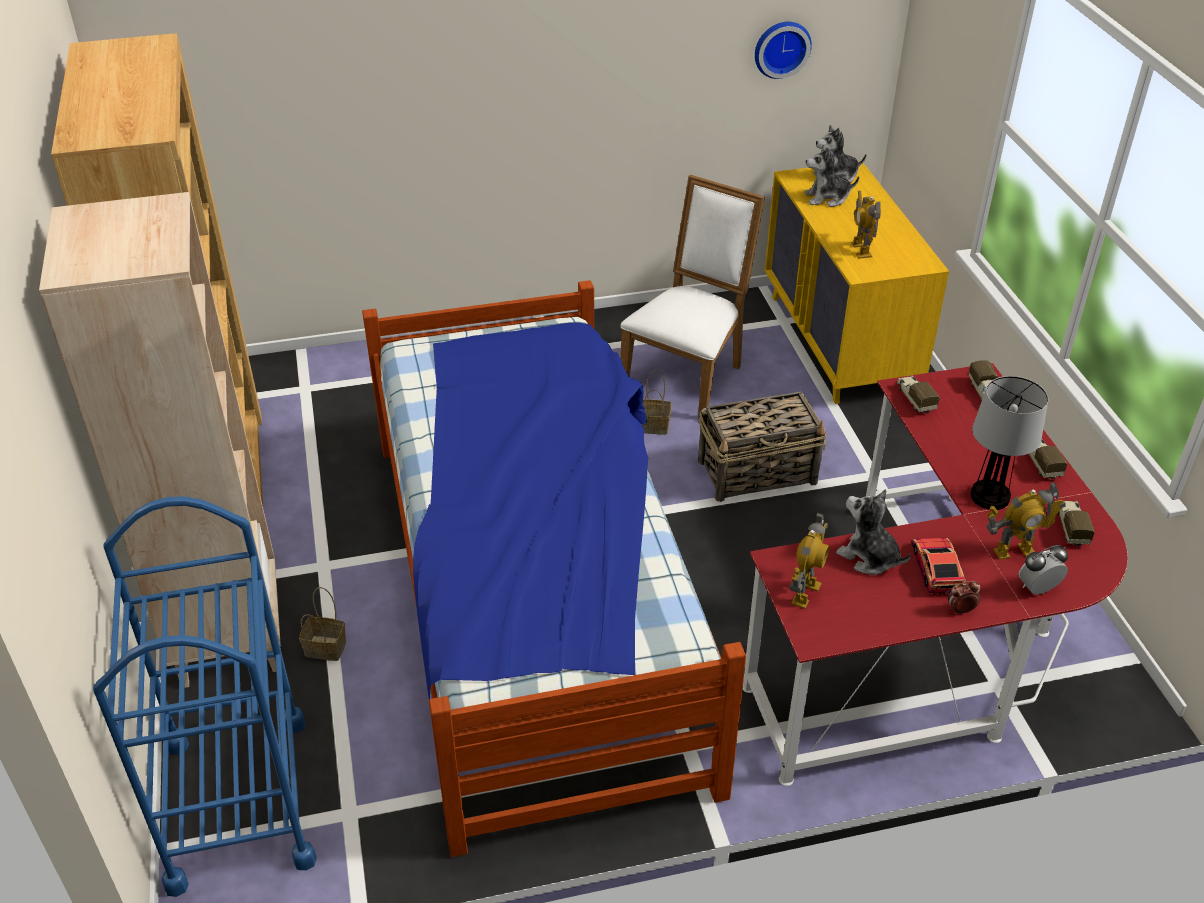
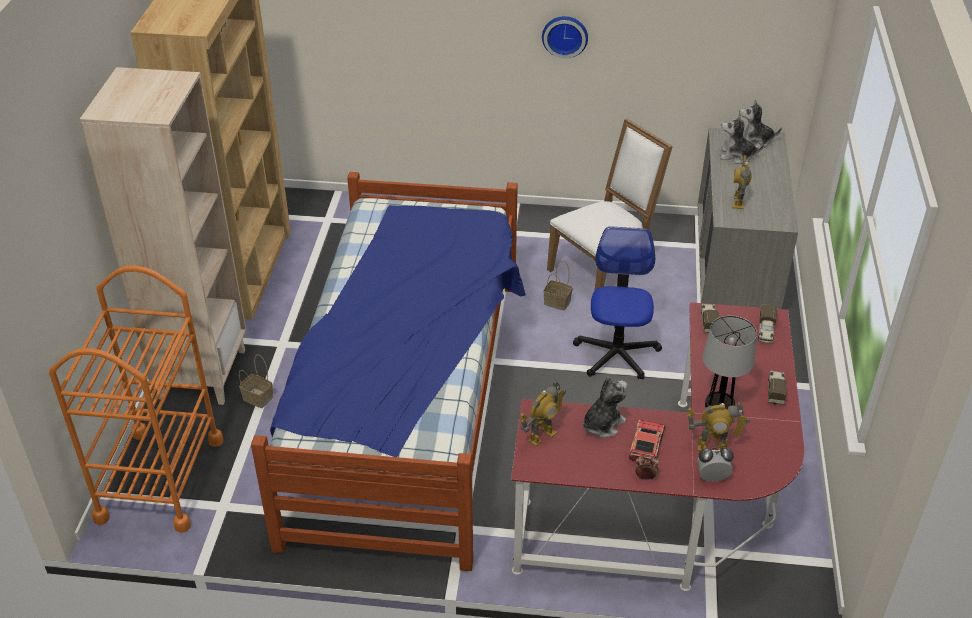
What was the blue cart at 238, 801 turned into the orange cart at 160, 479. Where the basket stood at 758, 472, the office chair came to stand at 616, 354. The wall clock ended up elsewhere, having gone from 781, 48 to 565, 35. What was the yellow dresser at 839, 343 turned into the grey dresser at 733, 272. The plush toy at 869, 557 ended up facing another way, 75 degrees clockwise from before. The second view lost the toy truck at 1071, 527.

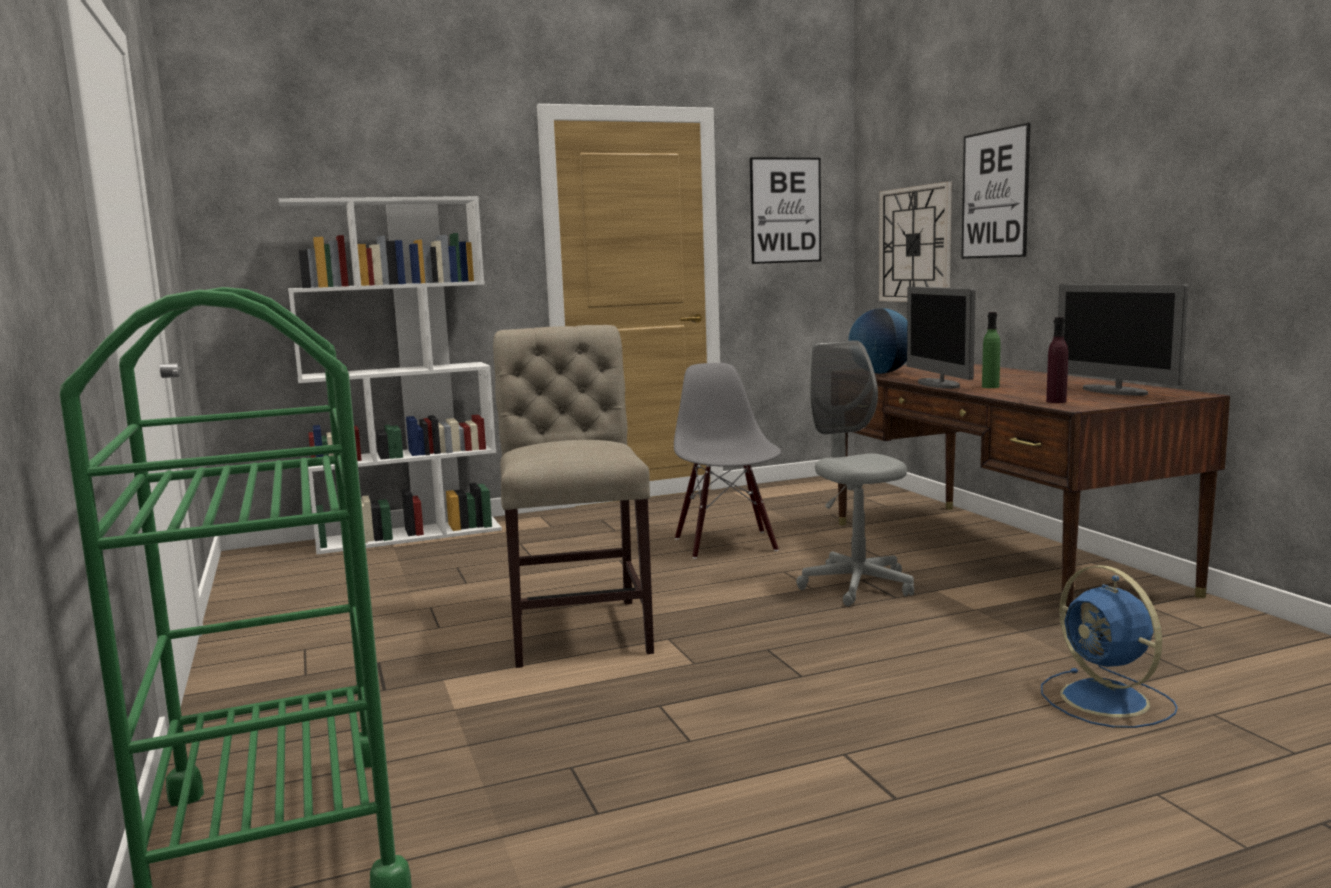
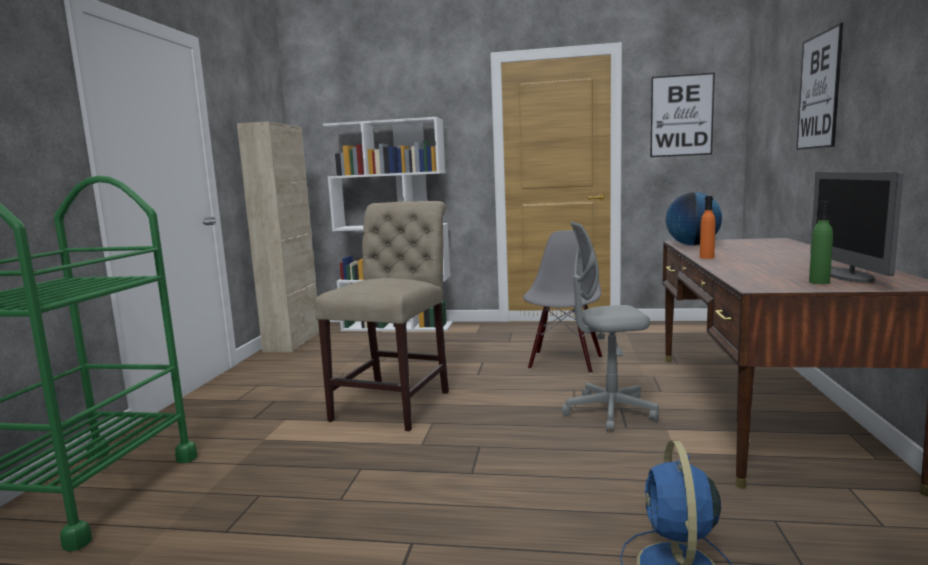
The grey office chair at 856, 586 ended up facing another way, 105 degrees counterclockwise from before. The second view lost the wall clock at 915, 244. Where the monitor stood at 938, 384, the orange bottle came to stand at 706, 257. The green bottle ended up elsewhere, having gone from 990, 387 to 819, 282. The second view lost the purple bottle at 1056, 401. The second view gained the beige cabinet at 293, 342.

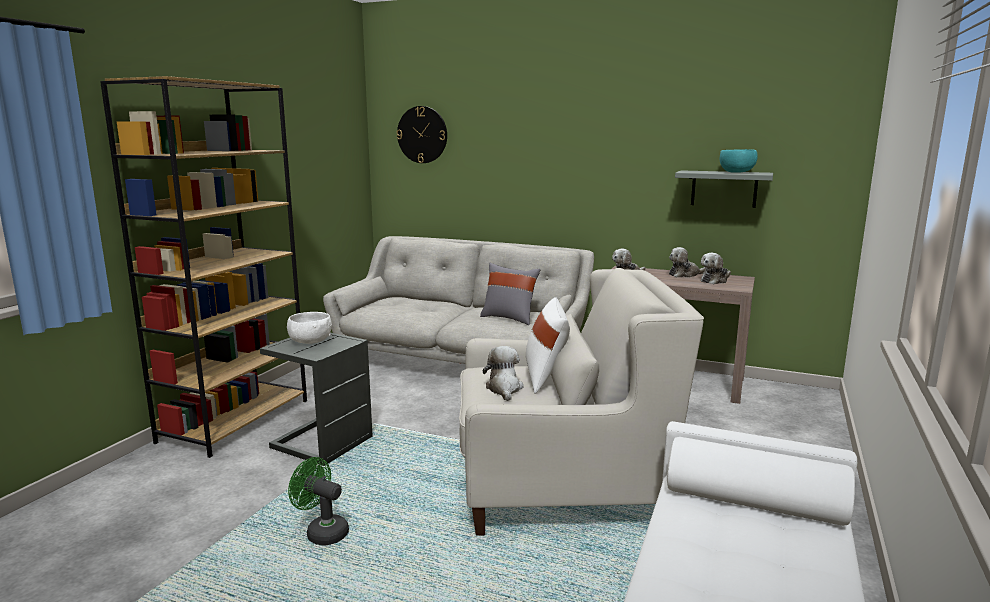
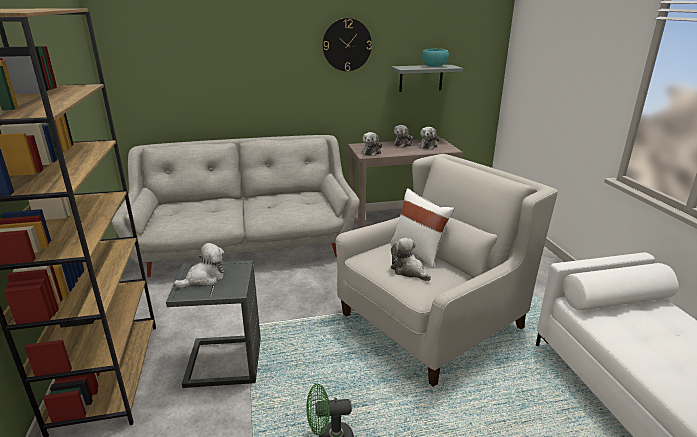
Where the white bowl stood at 310, 342, the plush toy came to stand at 204, 278. The wall clock ended up elsewhere, having gone from 422, 134 to 347, 45. The second view lost the grey pillow at 509, 318.

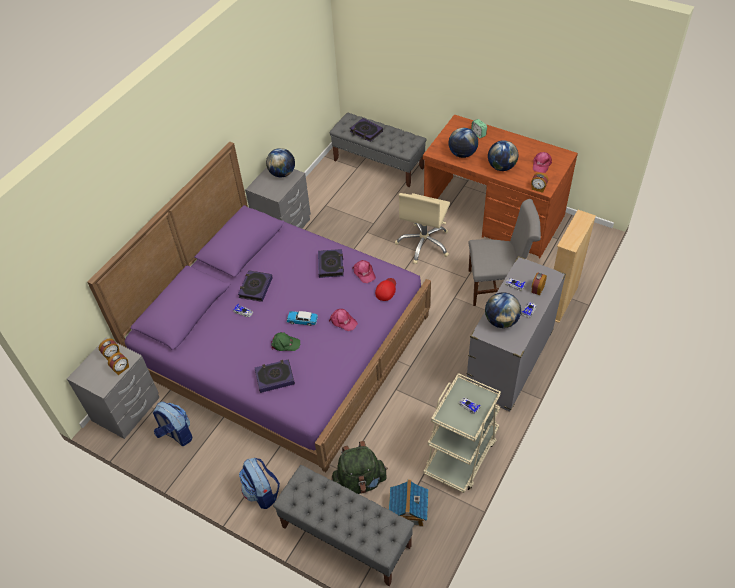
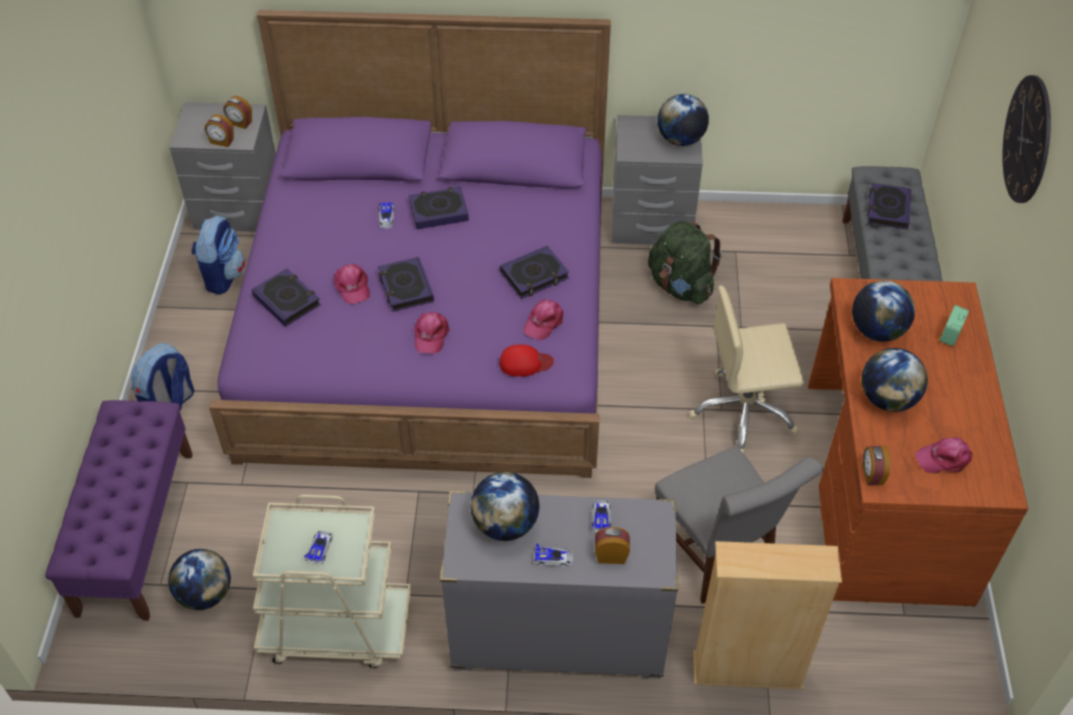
What was the green cap at 285, 344 turned into the pink cap at 352, 286. What was the grey bench at 345, 536 turned into the purple bench at 136, 531. Where the toy car stood at 302, 320, the book came to stand at 405, 287. The green backpack ended up elsewhere, having gone from 359, 481 to 680, 286. Where the toy house stood at 408, 511, the globe came to stand at 205, 594. The second view gained the wall clock at 1027, 139.

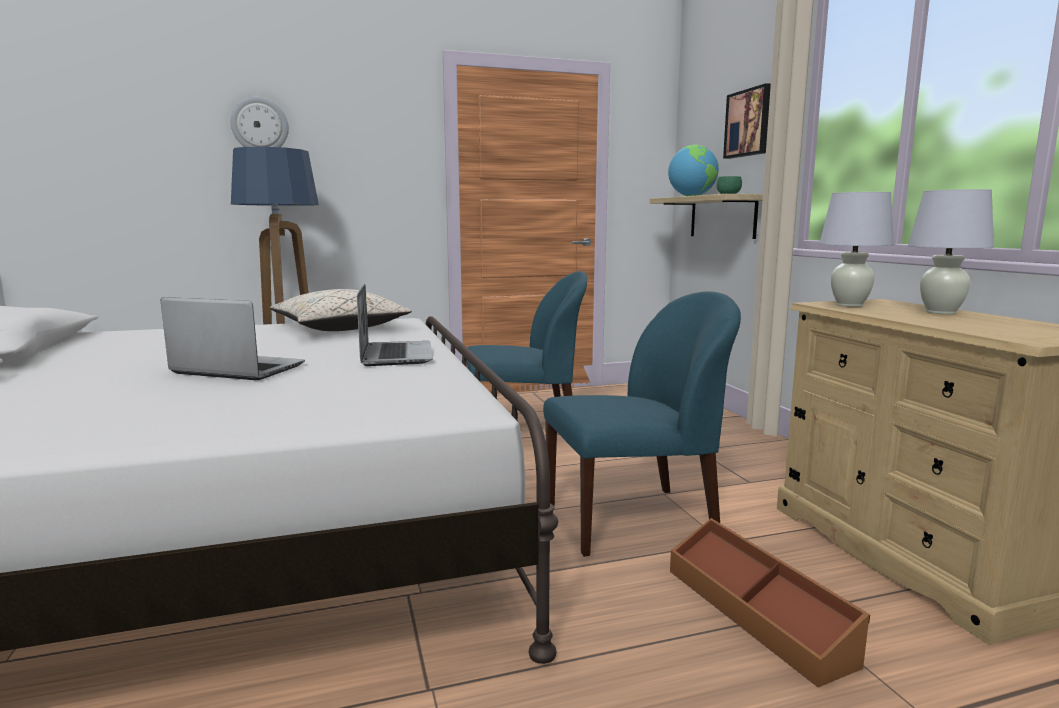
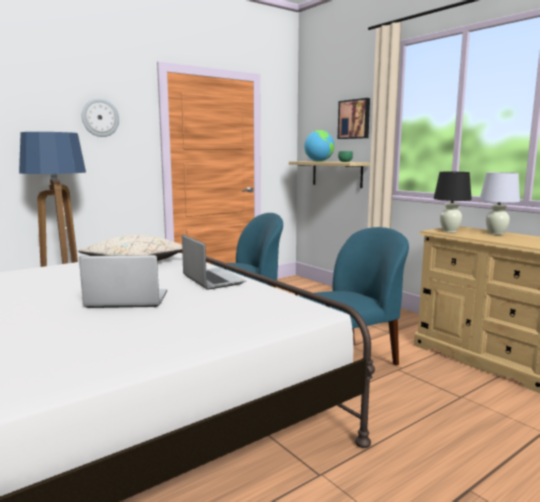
The wall clock ended up elsewhere, having gone from 260, 125 to 100, 117. The second view lost the brown storage box at 757, 613. What was the white table lamp at 849, 305 turned into the black table lamp at 449, 231.

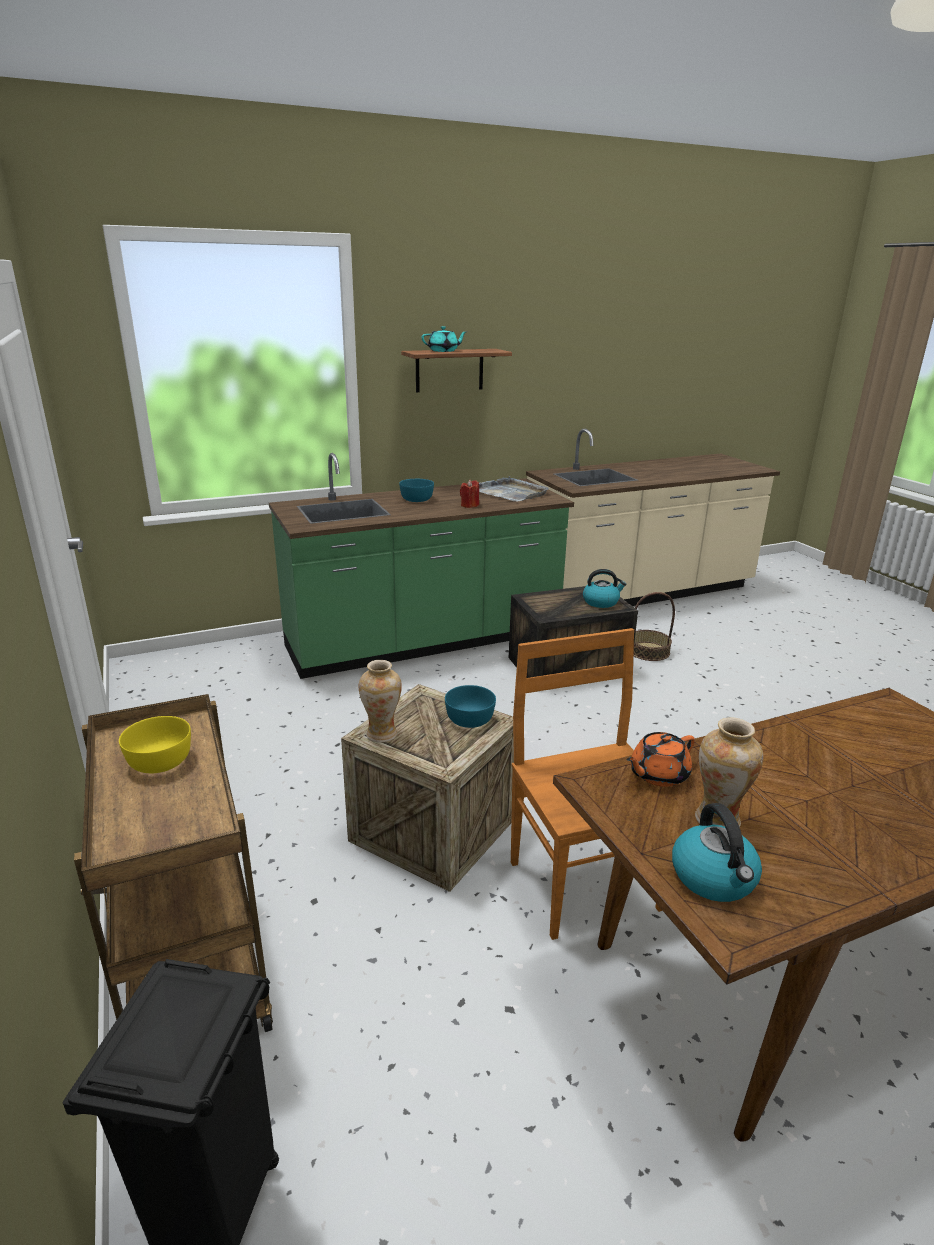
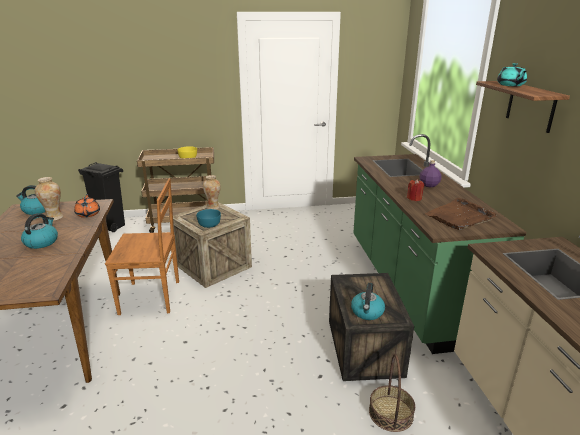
Where the turquoise bowl stood at 416, 499, the purple bottle came to stand at 428, 185. What was the grey tray at 510, 492 turned into the brown tray at 459, 216. The second view gained the kettle at 41, 242.

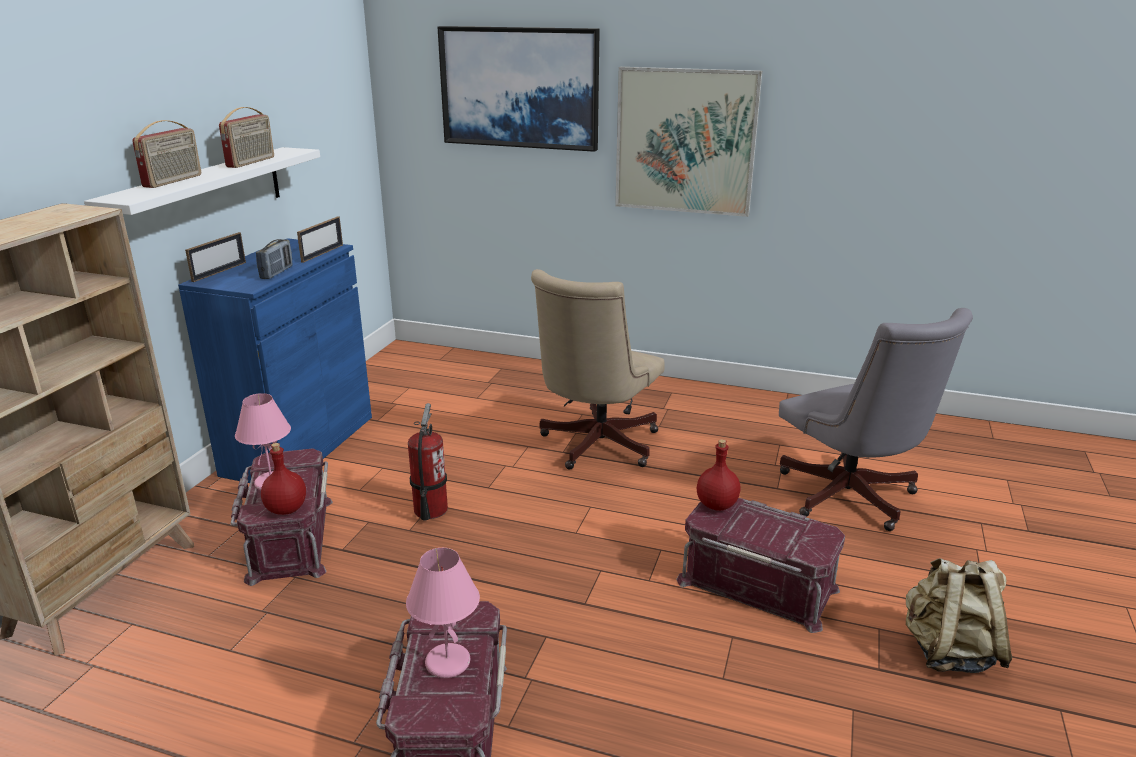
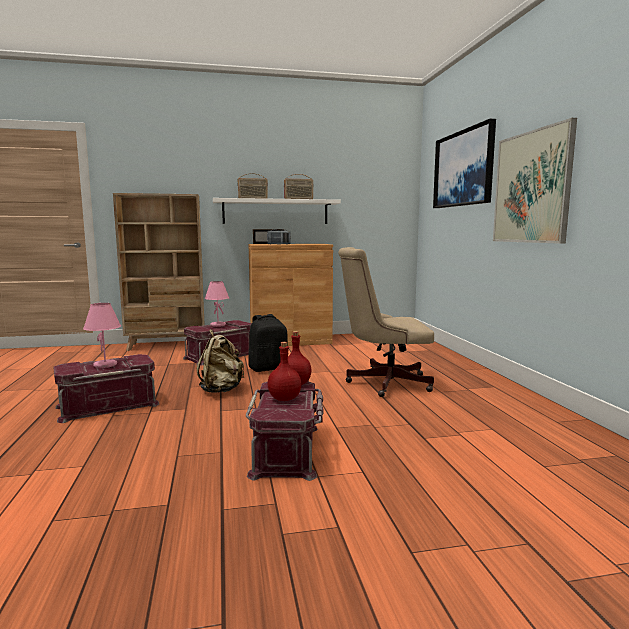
What was the blue cabinet at 299, 445 turned into the brown cabinet at 290, 341. The red bottle ended up elsewhere, having gone from 285, 509 to 284, 398. The second view lost the picture frame at 322, 253. Where the fire extinguisher stood at 430, 510, the black backpack came to stand at 268, 368. The second view lost the grey office chair at 851, 499. The beige backpack ended up elsewhere, having gone from 948, 652 to 221, 390.

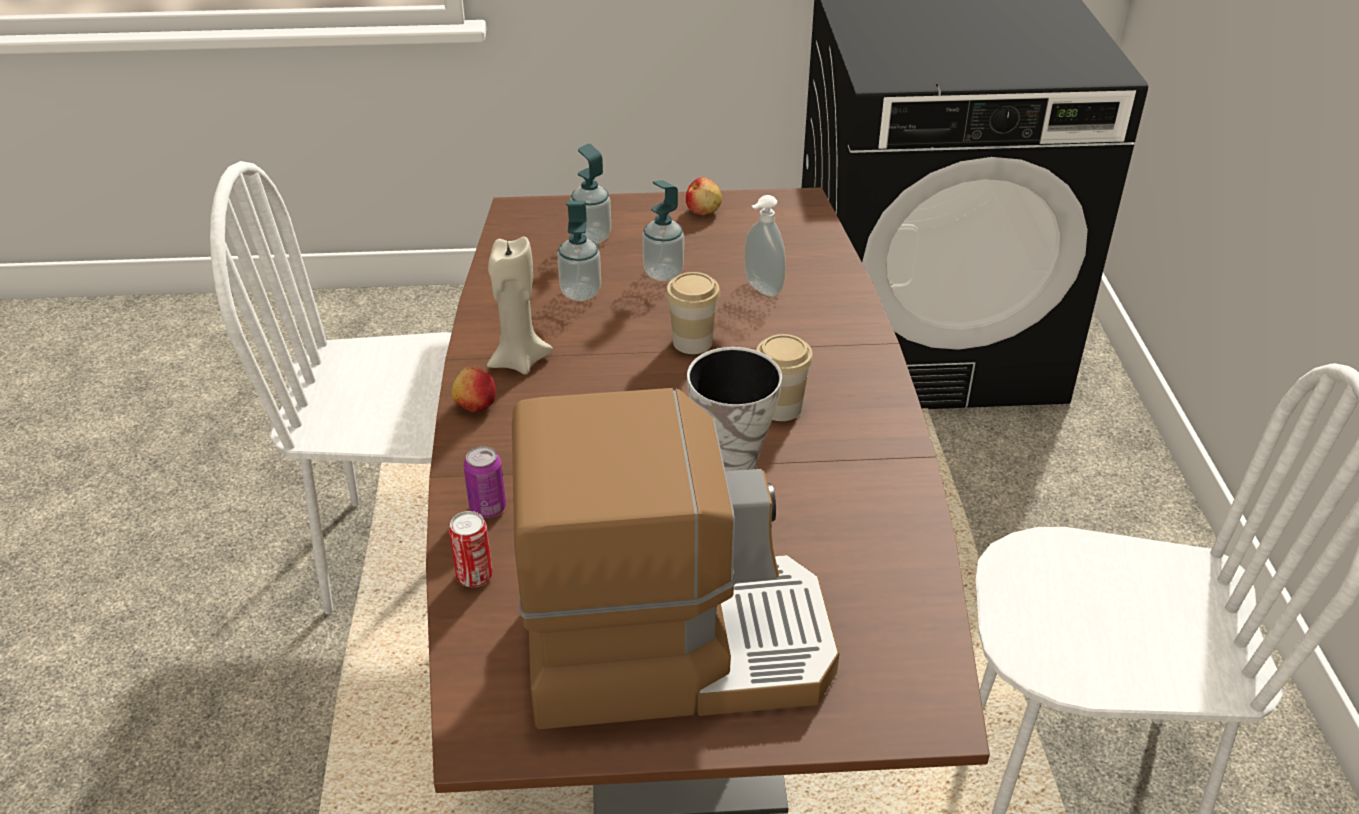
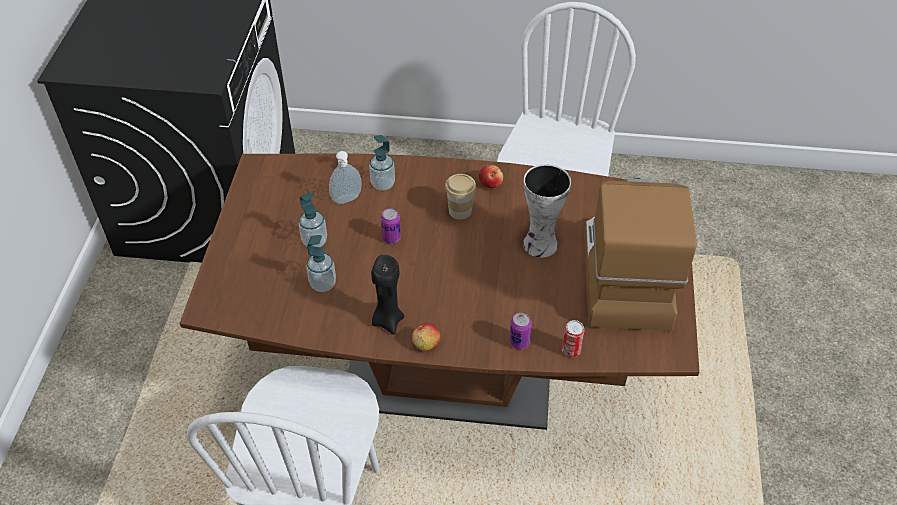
What was the beige candle at 519, 361 turned into the black candle at 387, 320. The soap dispenser ended up elsewhere, having gone from 592, 237 to 383, 184. Where the cup stood at 692, 342, the can came to stand at 391, 238. The apple ended up elsewhere, having gone from 703, 210 to 491, 183.

